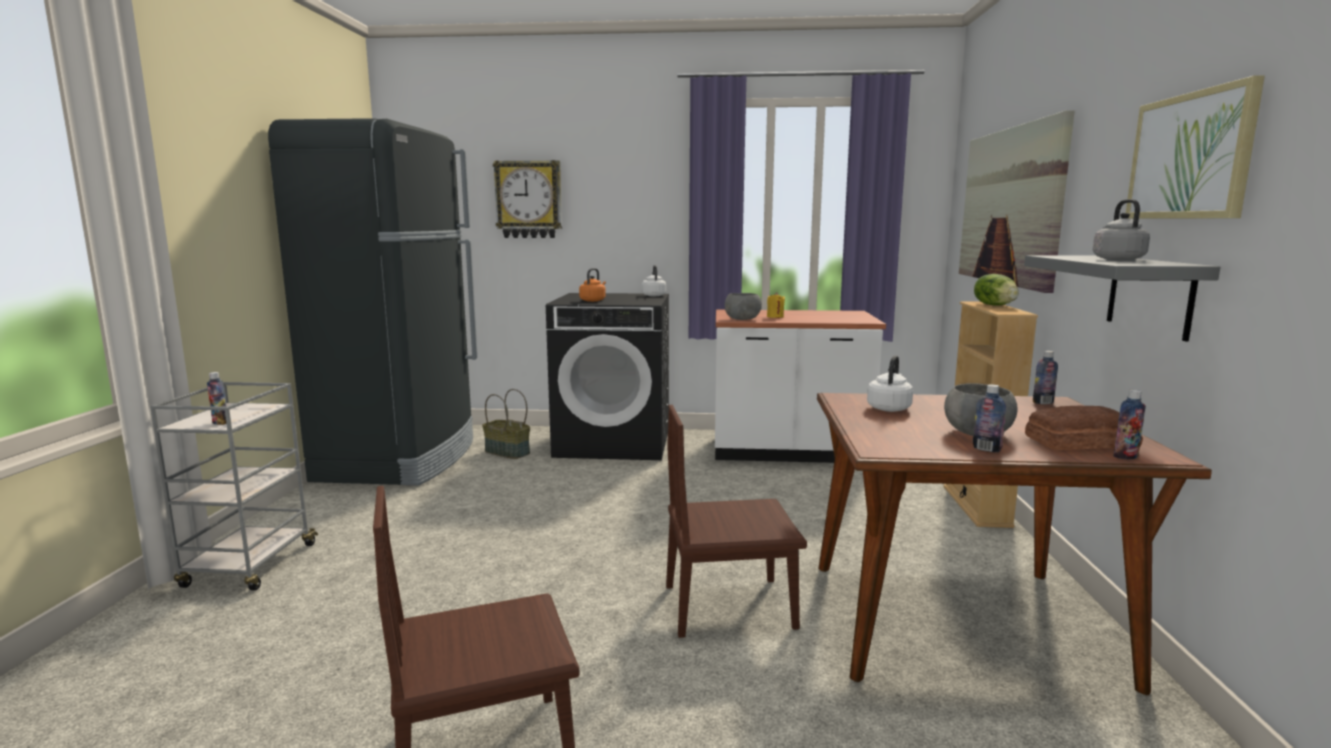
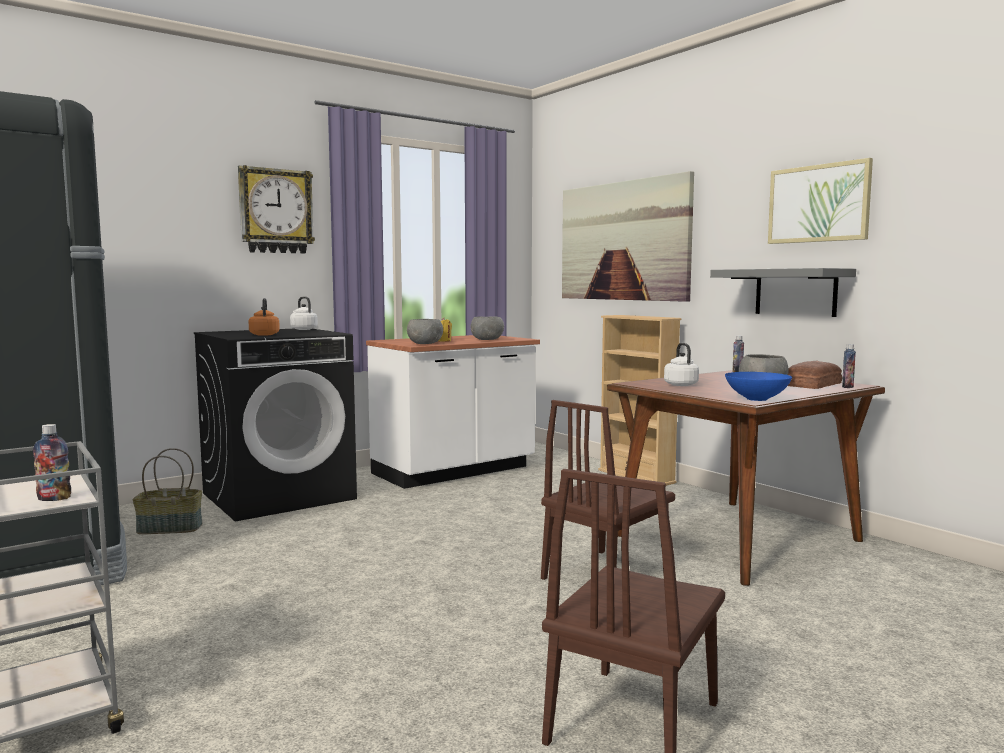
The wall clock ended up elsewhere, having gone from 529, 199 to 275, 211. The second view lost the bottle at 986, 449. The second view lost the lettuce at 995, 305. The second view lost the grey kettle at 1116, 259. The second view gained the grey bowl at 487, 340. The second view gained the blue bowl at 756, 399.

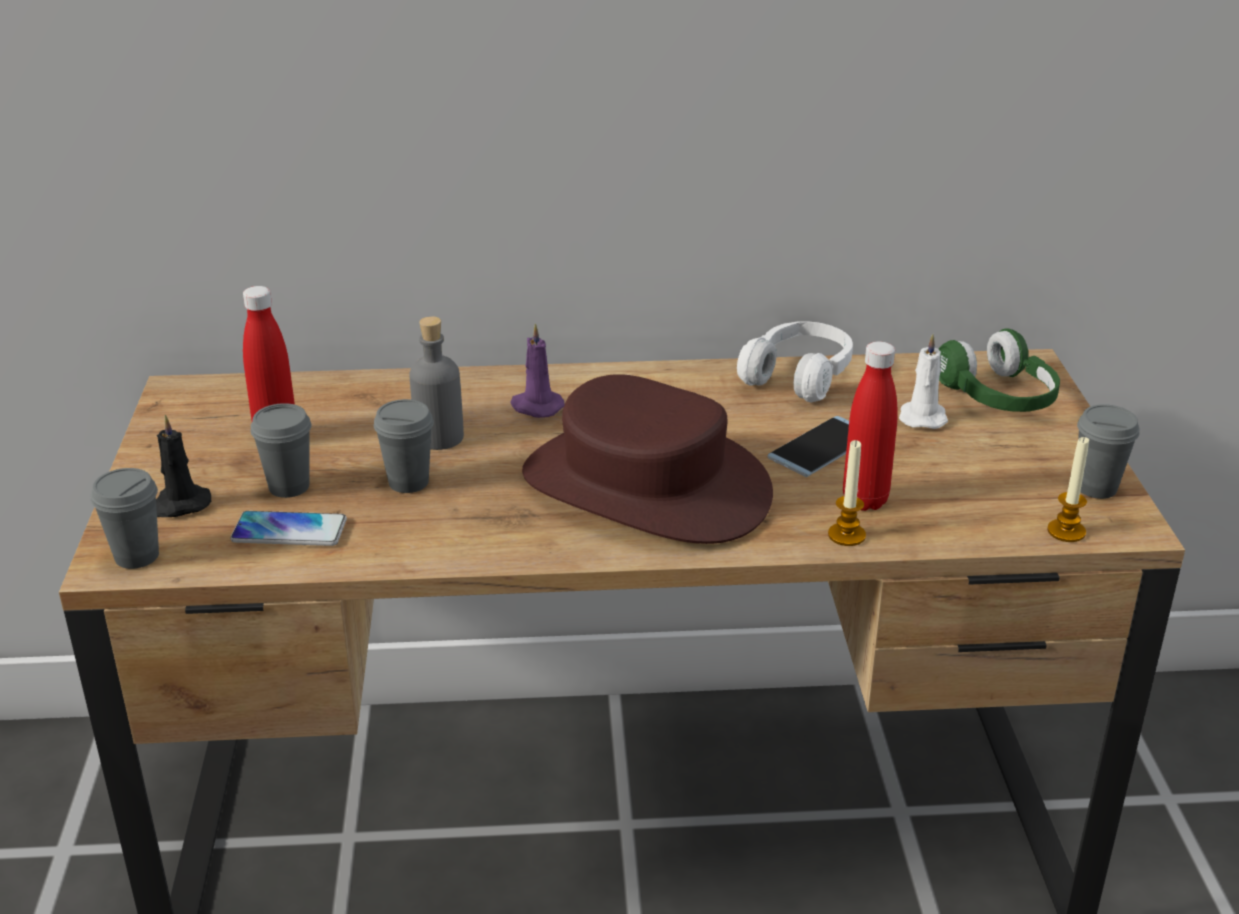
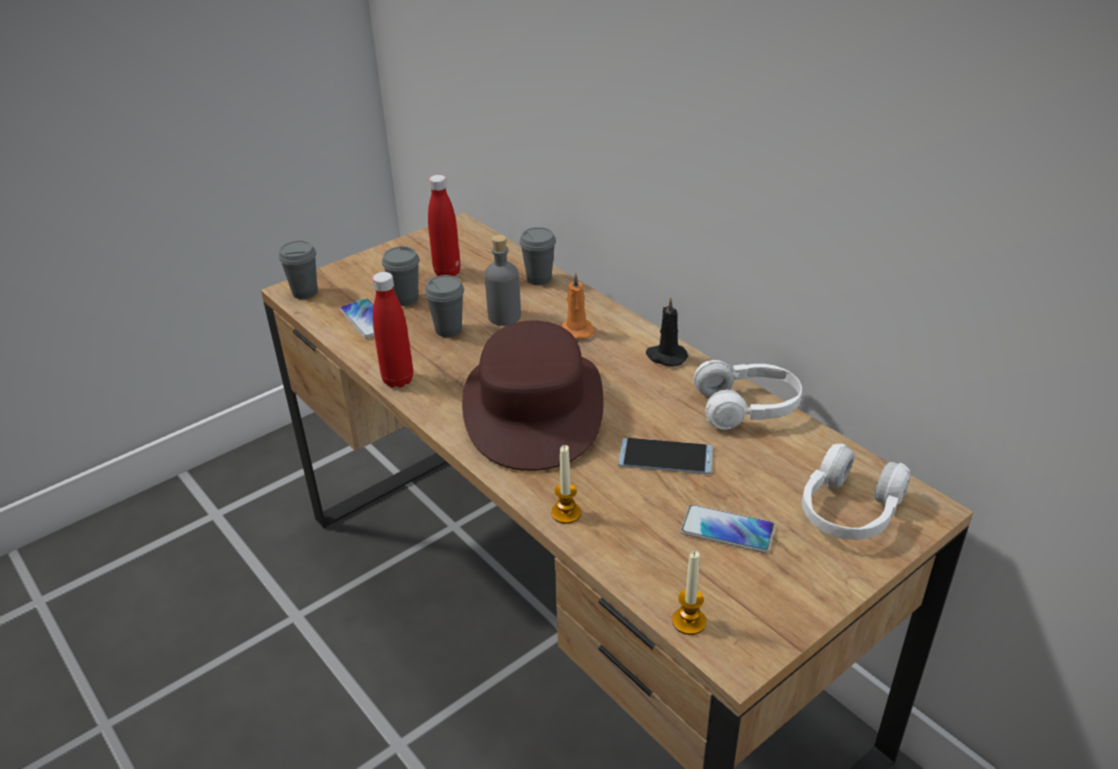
The black candle ended up elsewhere, having gone from 179, 505 to 665, 356. What was the purple candle at 535, 407 turned into the orange candle at 576, 330. The red bottle ended up elsewhere, having gone from 865, 500 to 398, 380. The second view lost the white candle at 922, 417. What was the green headphones at 998, 397 turned into the white headphones at 848, 511. The grey cup ended up elsewhere, having gone from 1096, 488 to 539, 279. The second view gained the phone at 727, 530.

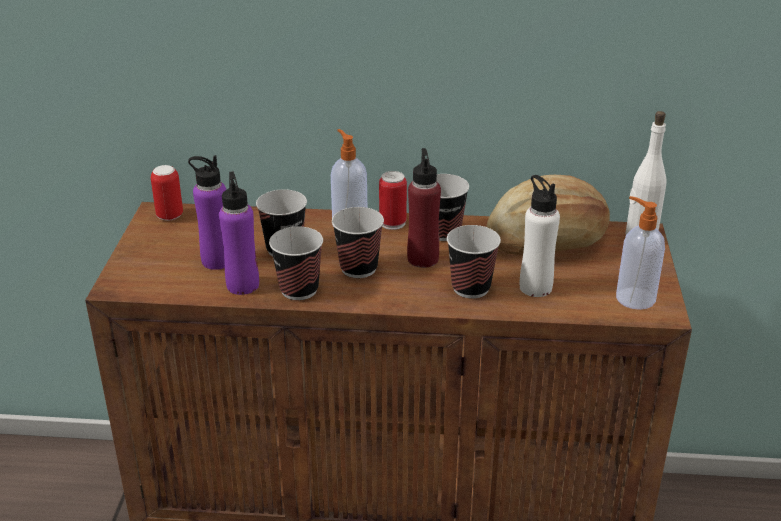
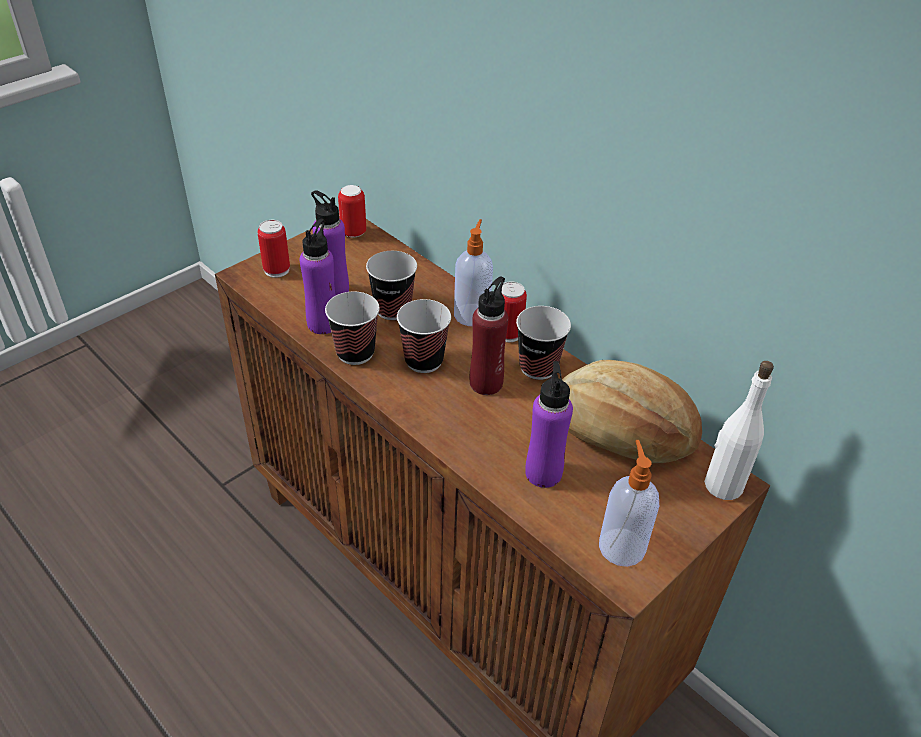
The second view lost the cup at 471, 288. What was the white bottle at 535, 287 turned into the purple bottle at 543, 473. The second view gained the can at 277, 270.

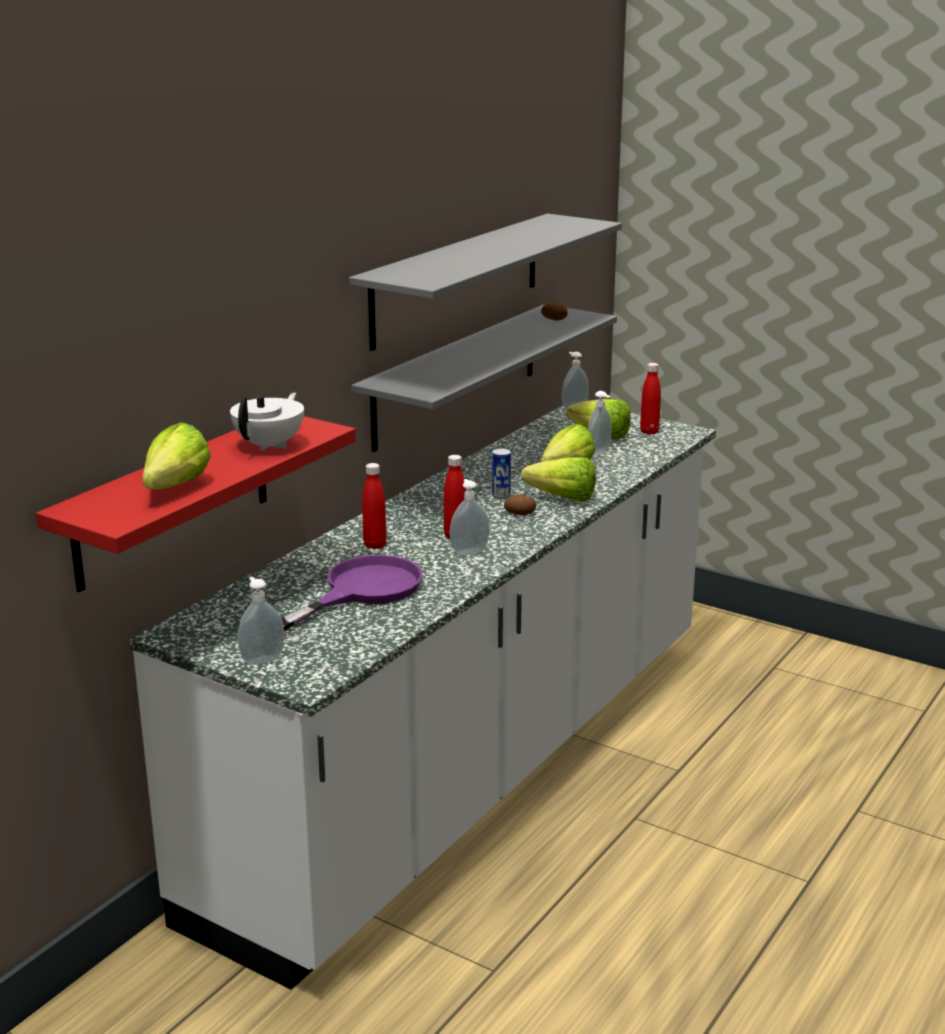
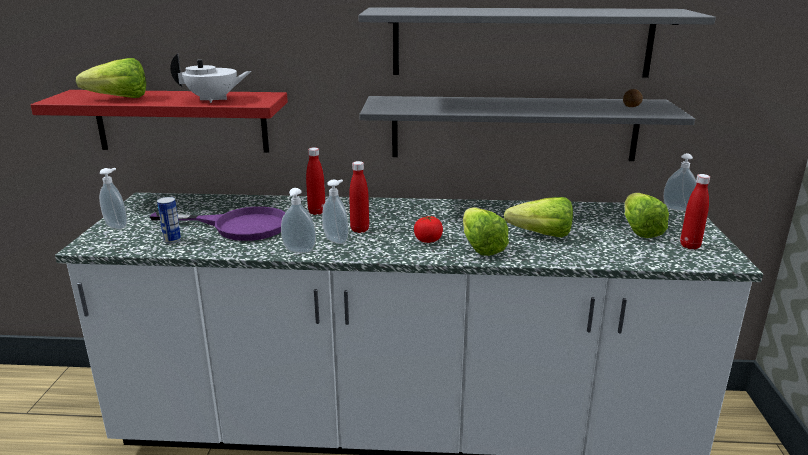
The can ended up elsewhere, having gone from 501, 496 to 172, 240. Where the potato stood at 520, 514, the tomato came to stand at 428, 240. The soap dispenser ended up elsewhere, having gone from 600, 453 to 298, 251.

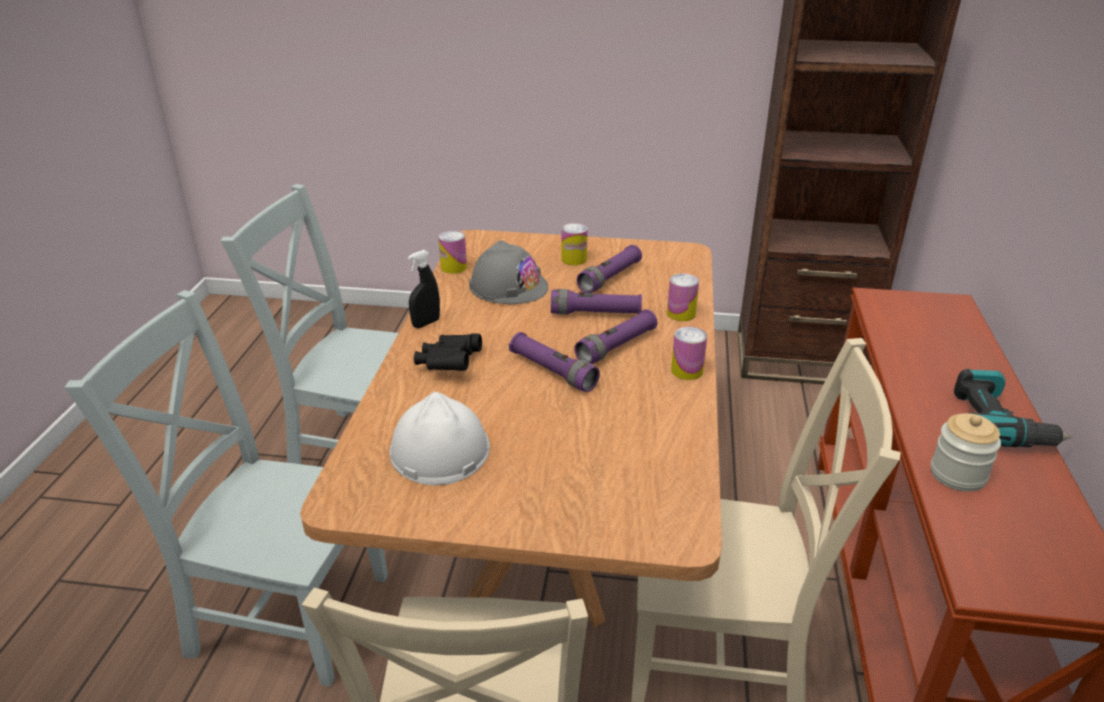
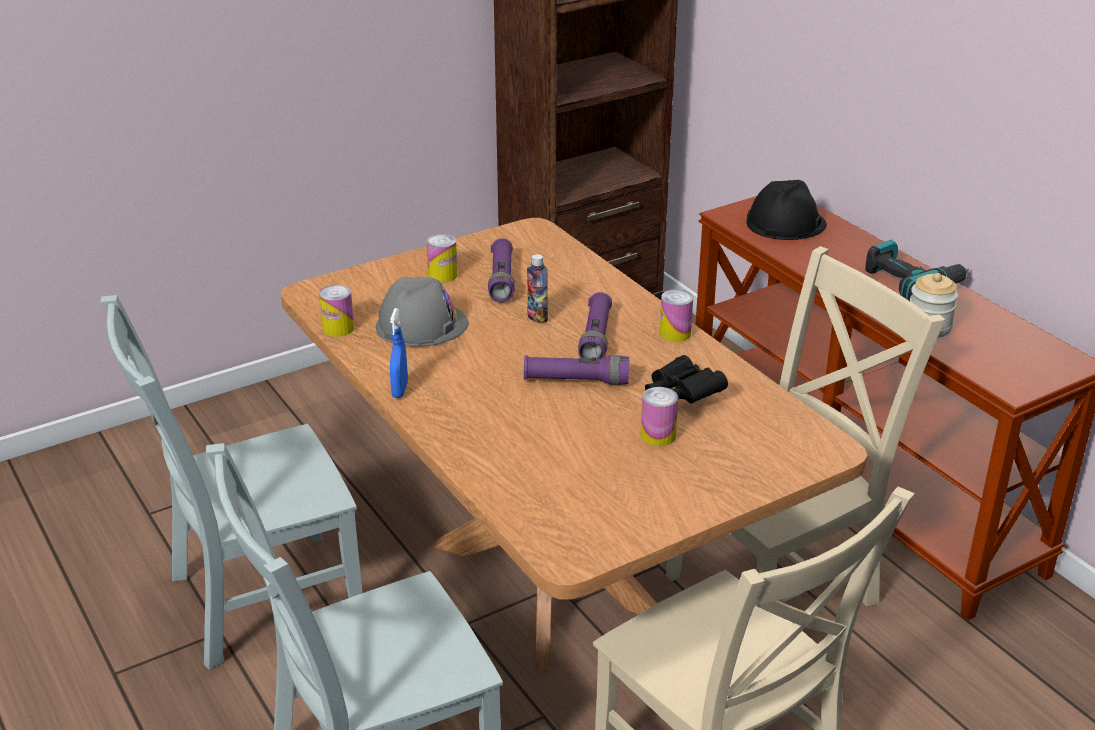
The second view lost the white hard hat at 439, 450. What was the black spray bottle at 426, 323 turned into the blue spray bottle at 400, 390. The black binoculars ended up elsewhere, having gone from 449, 365 to 681, 395. Where the purple flashlight stood at 595, 314, the bottle came to stand at 537, 317. The can ended up elsewhere, having gone from 681, 314 to 658, 435. The second view gained the black hard hat at 785, 223.

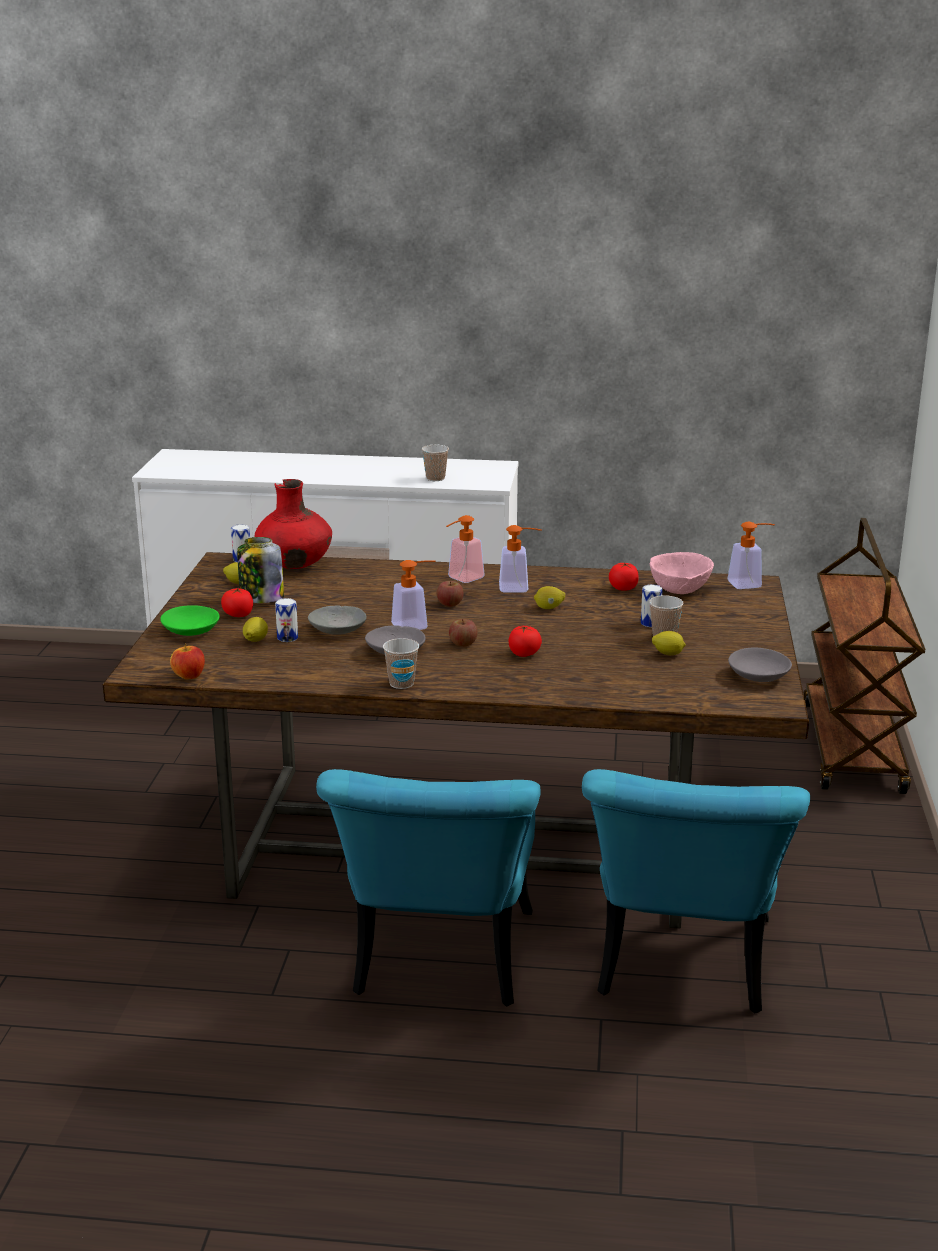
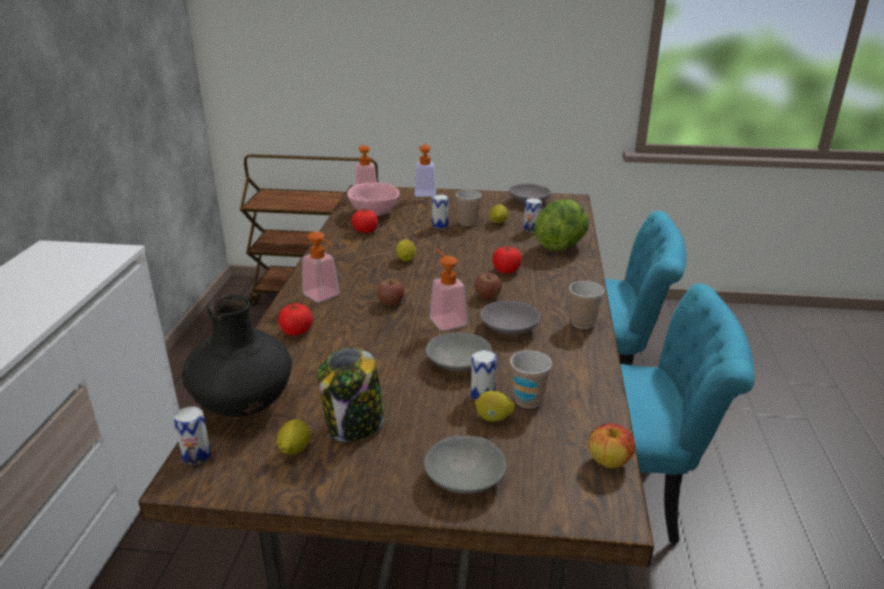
What was the green bowl at 191, 631 turned into the grey bowl at 465, 477. The tomato ended up elsewhere, having gone from 238, 615 to 296, 331. What was the red vase at 295, 566 turned into the black vase at 243, 404. The cup ended up elsewhere, having gone from 435, 478 to 528, 400. The soap dispenser ended up elsewhere, having gone from 520, 588 to 425, 192. The second view gained the can at 531, 229. The second view gained the lettuce at 561, 246.

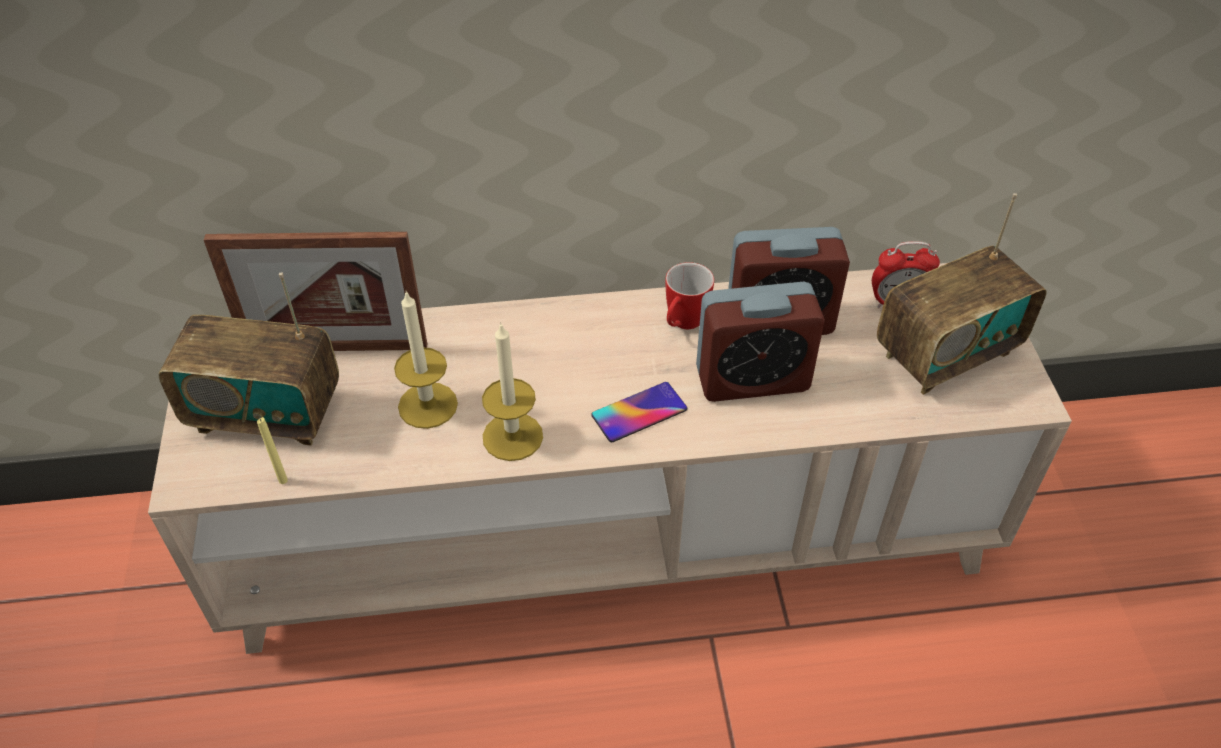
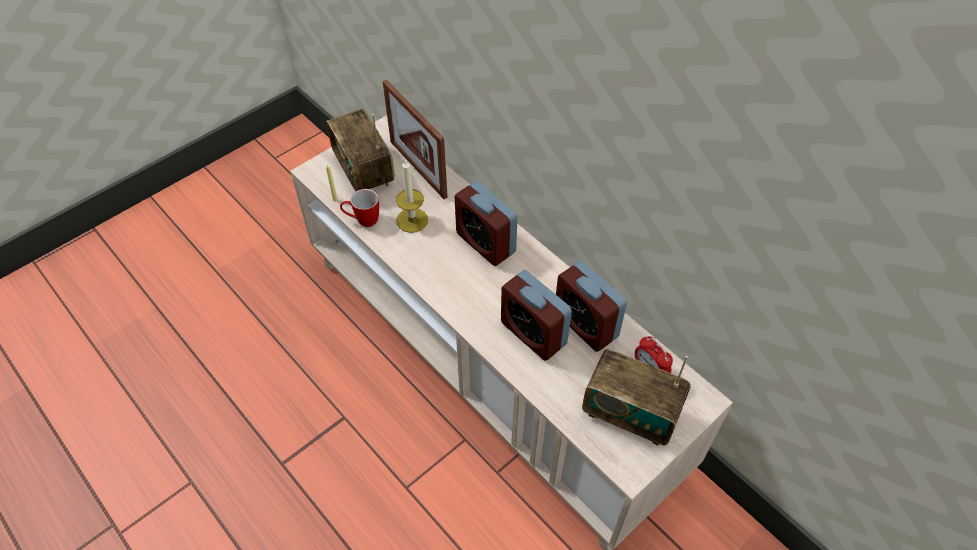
The second view lost the candle at 512, 436. The second view lost the phone at 639, 412. The mug ended up elsewhere, having gone from 682, 325 to 362, 220. The second view gained the alarm clock at 485, 243.

